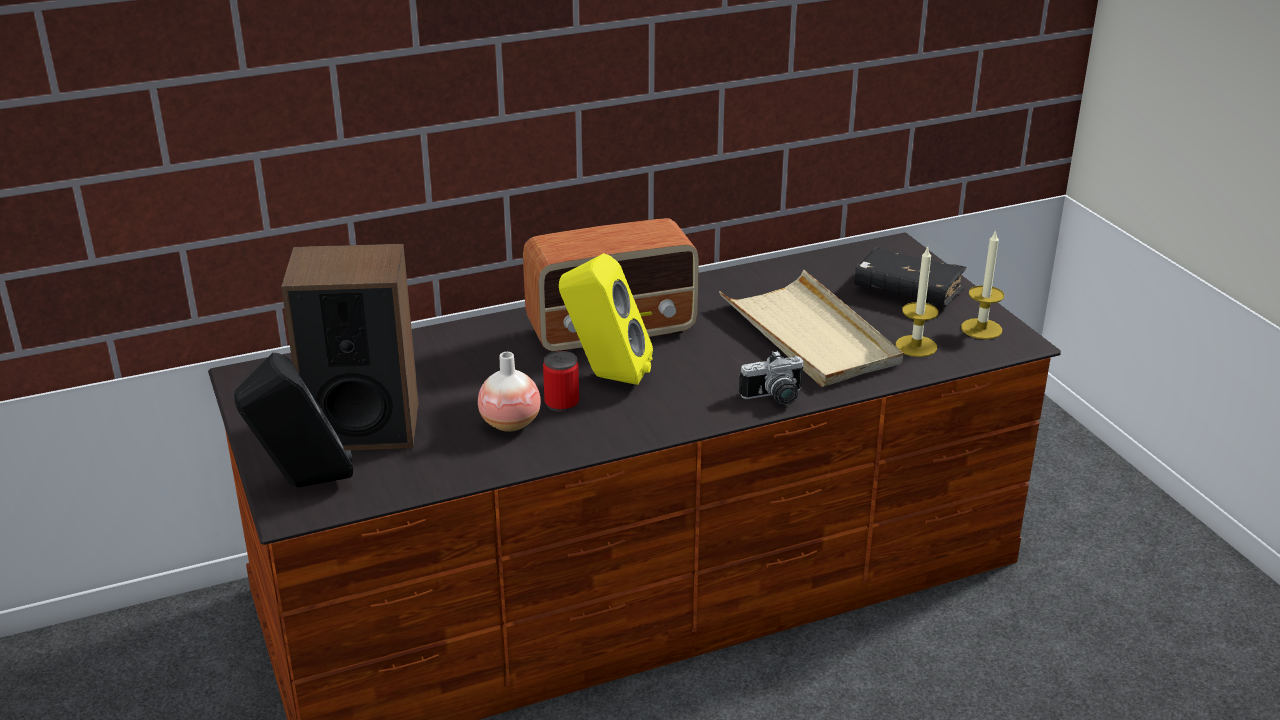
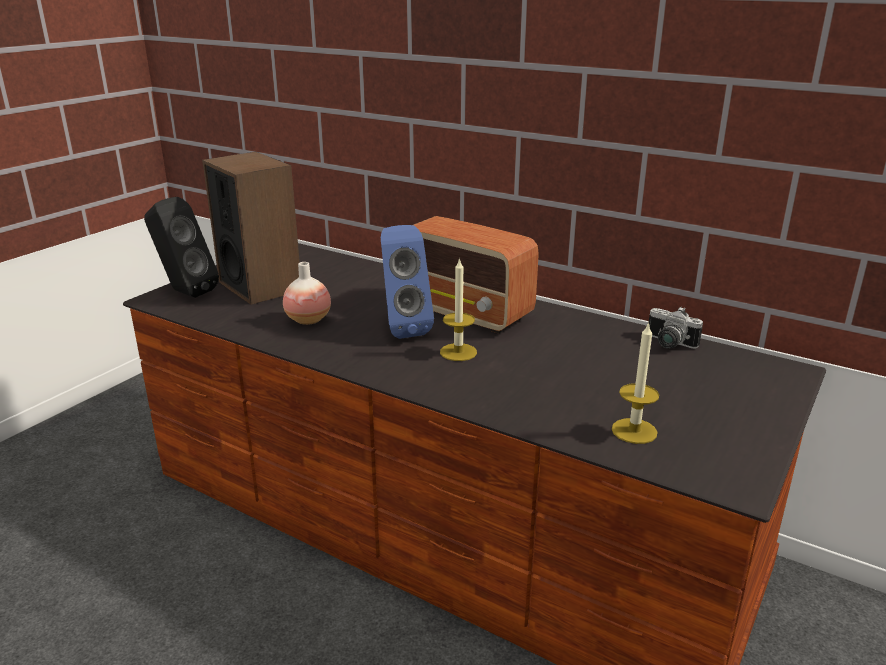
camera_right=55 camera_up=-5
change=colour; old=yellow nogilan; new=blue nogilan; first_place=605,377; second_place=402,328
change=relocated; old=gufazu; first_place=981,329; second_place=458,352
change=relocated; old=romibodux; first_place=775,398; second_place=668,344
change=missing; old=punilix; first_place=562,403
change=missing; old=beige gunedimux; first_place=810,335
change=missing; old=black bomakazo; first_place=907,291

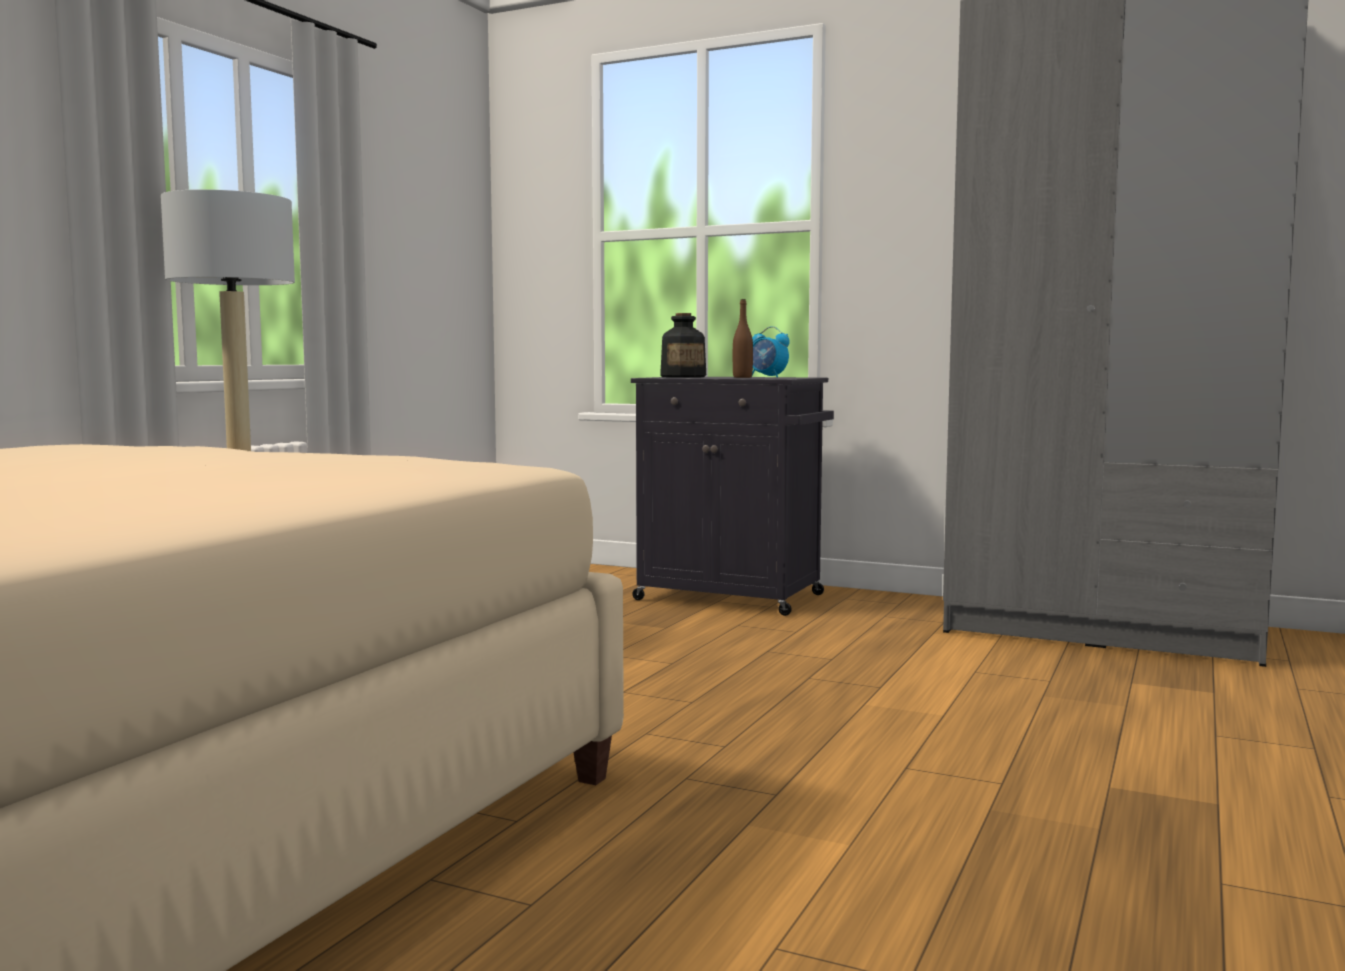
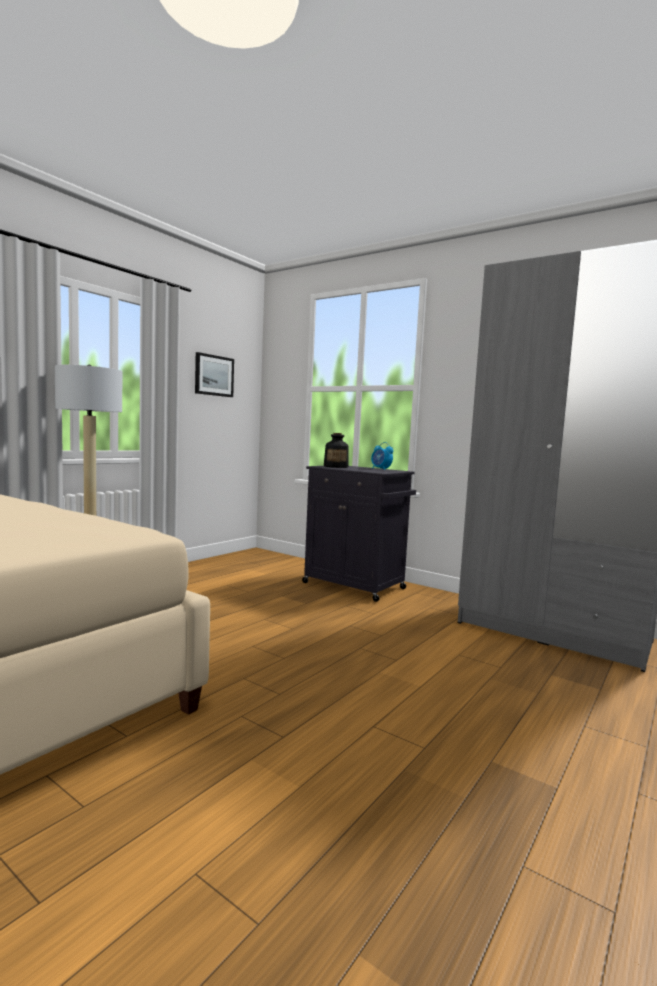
camera_right=10 camera_up=0
change=appeared; new=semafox; second_place=214,375
change=missing; old=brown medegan; first_place=742,377

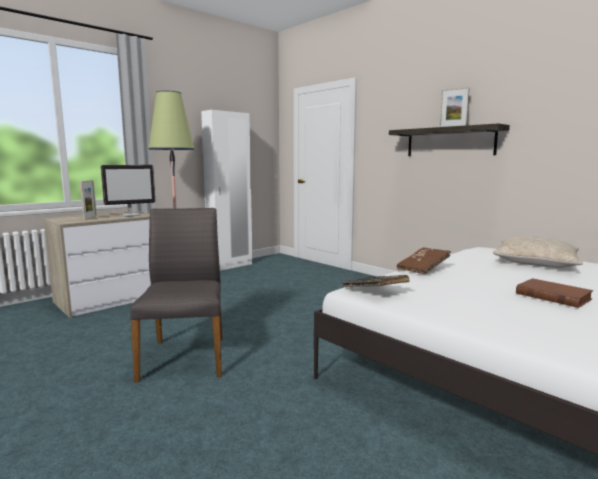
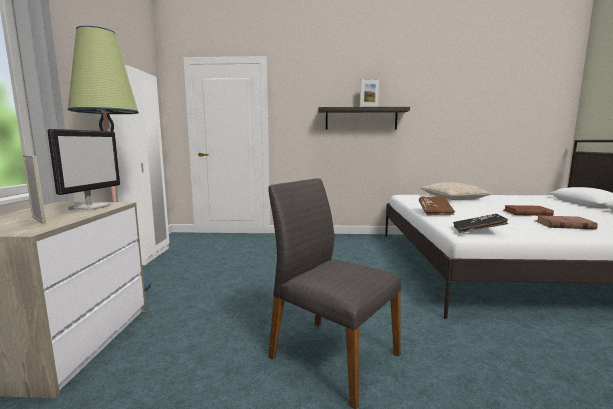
camera_right=-45 camera_up=0
change=appeared; new=brown bomakazo; second_place=564,225

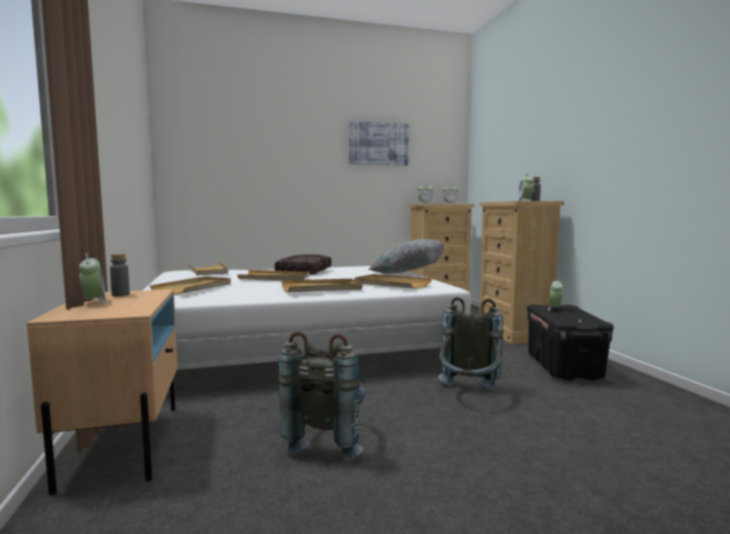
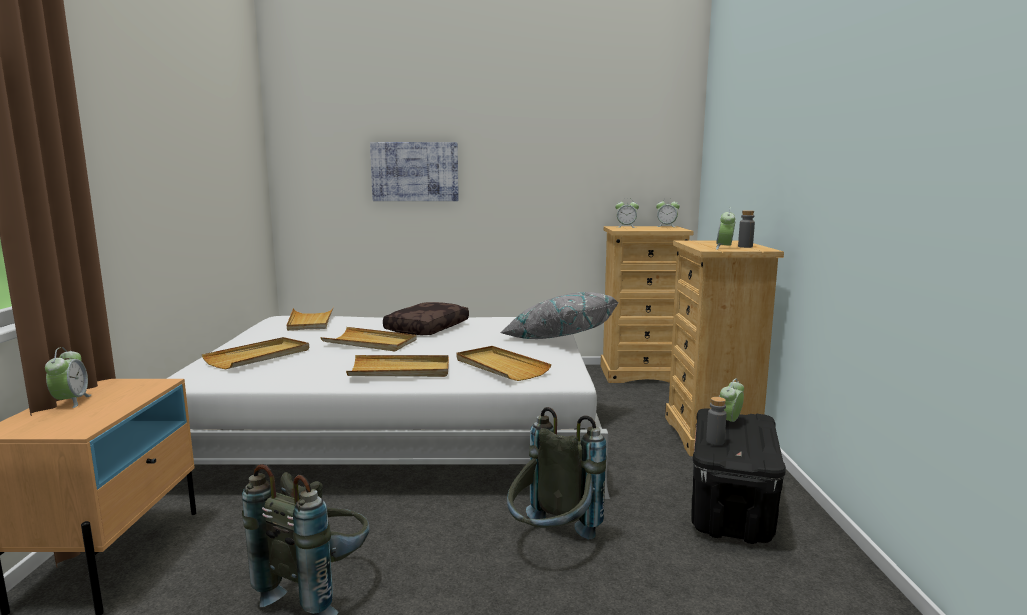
camera_right=15 camera_up=5
change=relocated; old=semafox; first_place=378,144; second_place=415,172
change=relocated; old=grey medegan; first_place=120,295; second_place=715,441

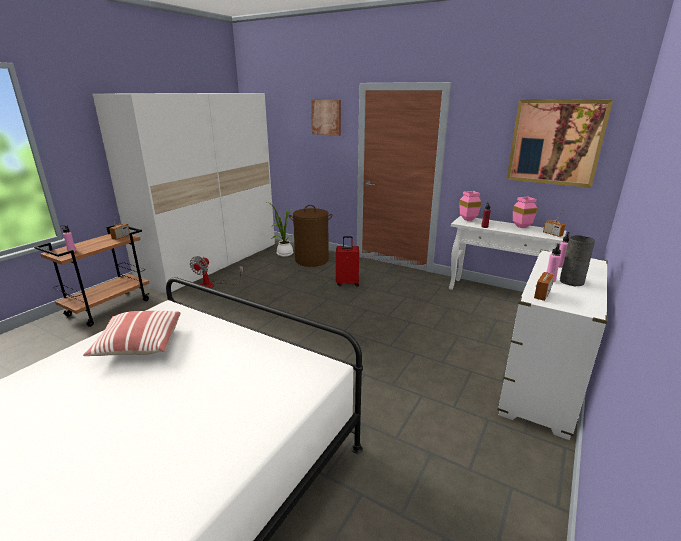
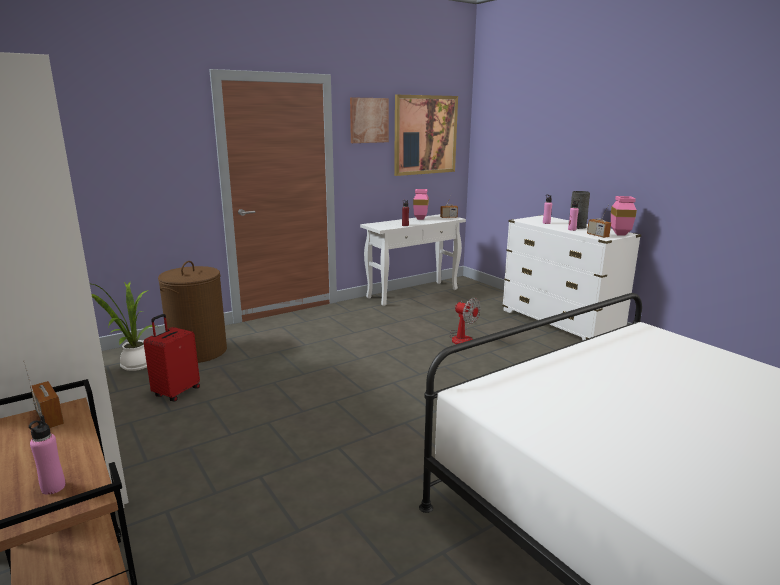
camera_right=-65 camera_up=-5
change=relocated; old=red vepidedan; first_place=347,283; second_place=176,392
change=relocated; old=semafox; first_place=326,117; second_place=368,120
change=relocated; old=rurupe; first_place=212,285; second_place=461,338
change=relocated; old=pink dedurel; first_place=467,220; second_place=621,234
change=missing; old=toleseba; first_place=139,344

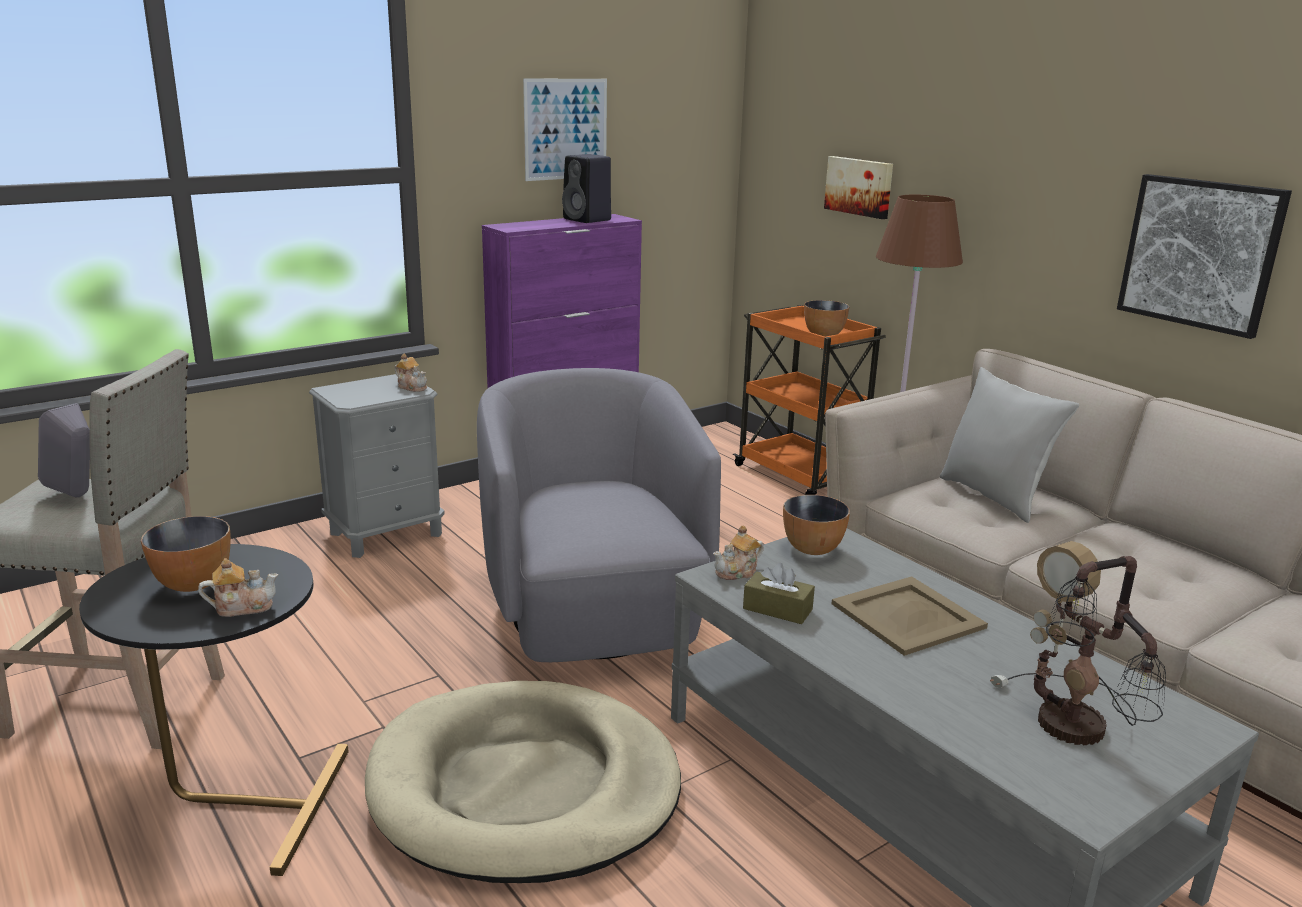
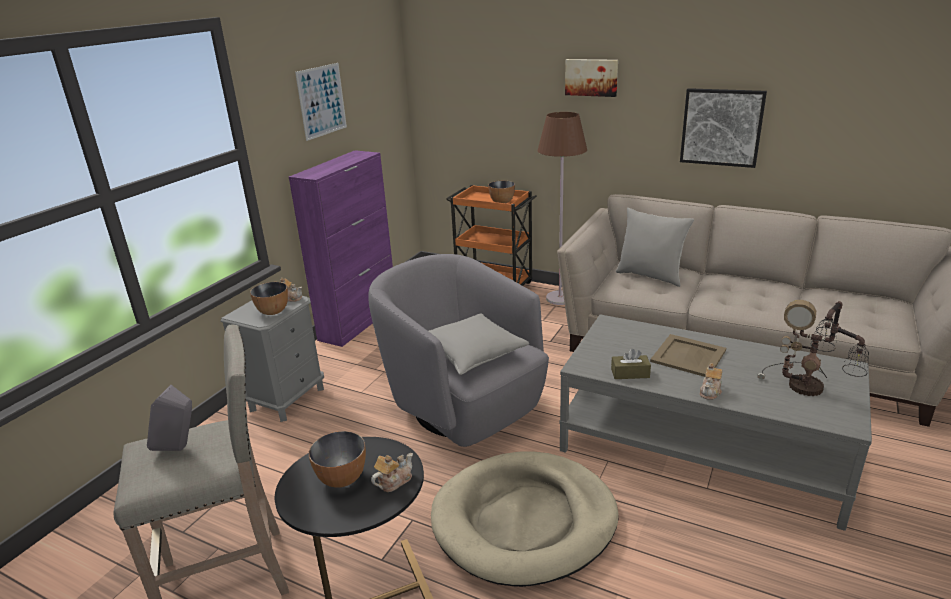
camera_right=-25 camera_up=5
change=relocated; old=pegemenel; first_place=813,549; second_place=273,311
change=appeared; new=grey toleseba; second_place=472,354
change=relocated; old=semafox; first_place=859,186; second_place=591,77
change=relocated; old=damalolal; first_place=738,572; second_place=710,392
change=missing; old=black nogilan; first_place=588,220

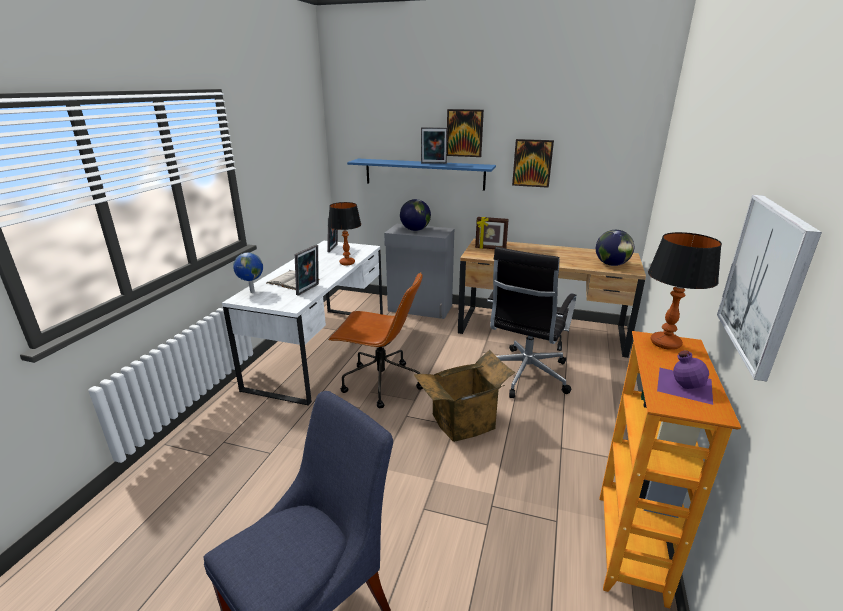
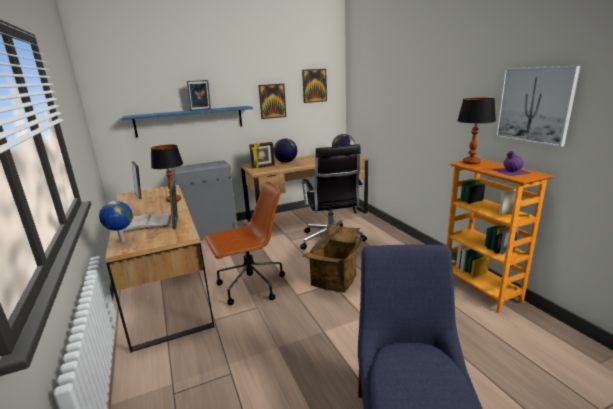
camera_right=-40 camera_up=-5
change=colour; old=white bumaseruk; new=brown bumaseruk; first_place=321,349; second_place=167,288
change=relocated; old=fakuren; first_place=415,230; second_place=286,162
change=relocated; old=semafox; first_place=464,133; second_place=314,85

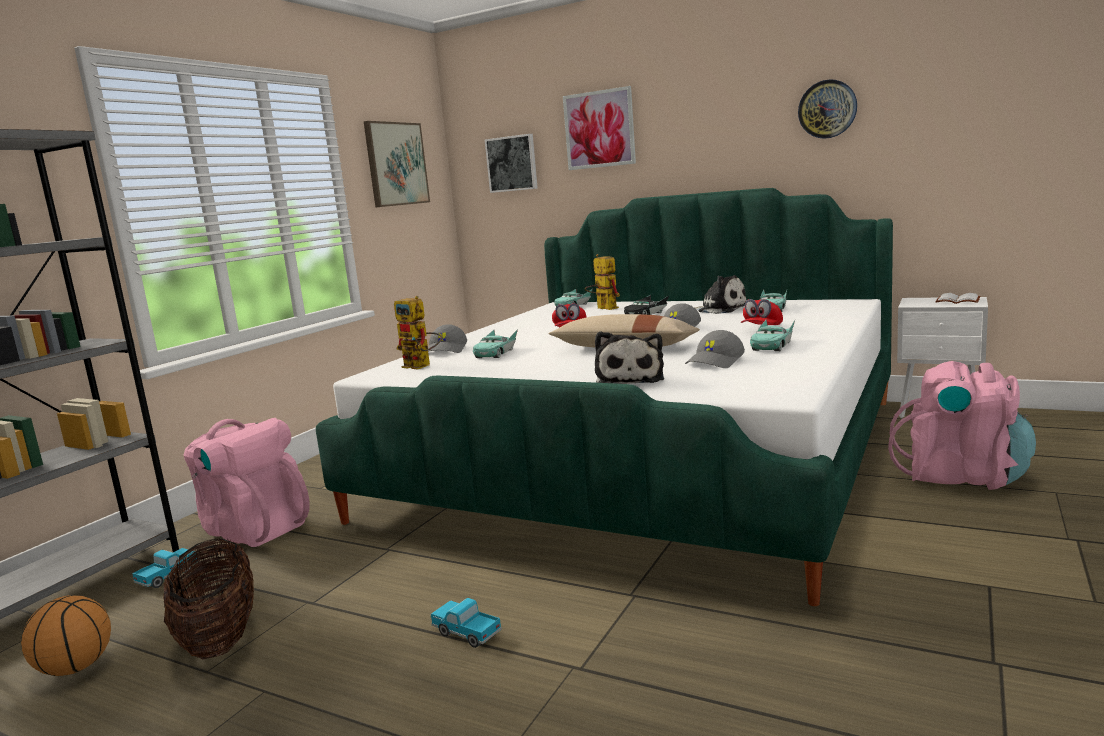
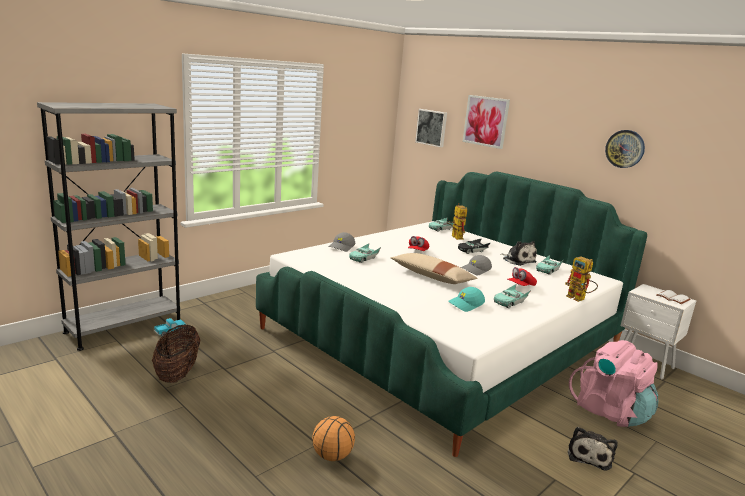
camera_right=15 camera_up=5
change=relocated; old=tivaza; first_place=76,667; second_place=332,455
change=colour; old=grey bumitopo; new=turquoise bumitopo; first_place=716,362; second_place=466,305
change=relocated; old=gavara; first_place=422,366; second_place=579,299
change=relocated; old=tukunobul; first_place=629,379; second_place=589,455
change=missing; old=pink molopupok; first_place=254,529
change=missing; old=semafox; first_place=396,164
change=missing; old=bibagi; first_place=466,633

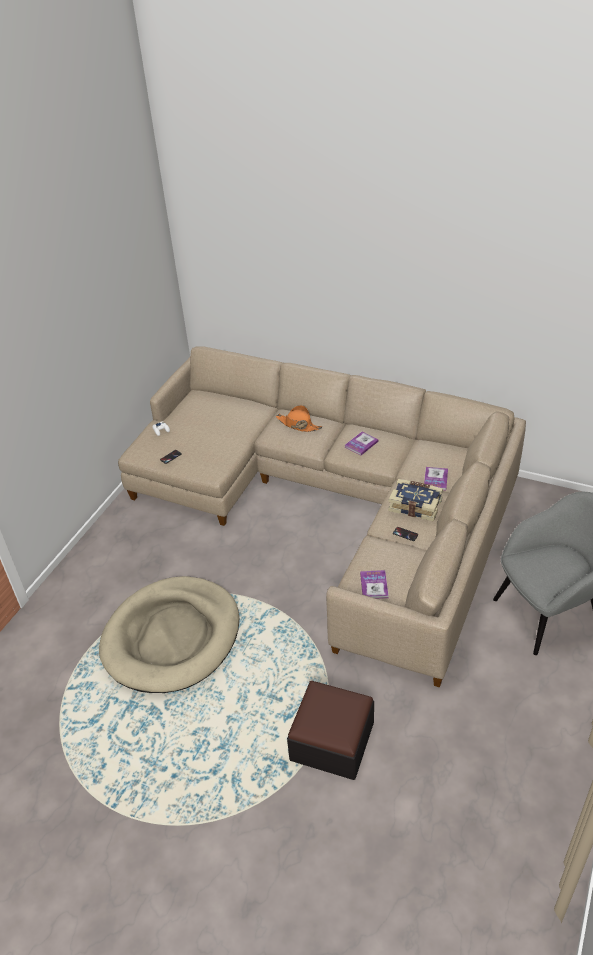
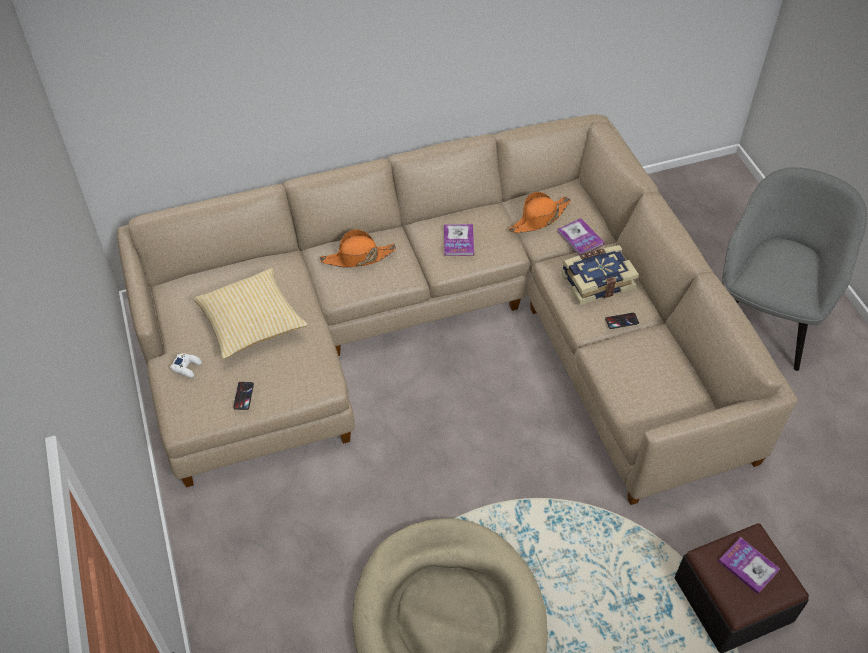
camera_right=-45 camera_up=10
change=appeared; new=toleseba; second_place=251,323
change=appeared; new=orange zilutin; second_place=539,218
change=relocated; old=bomakazo; first_place=374,585; second_place=748,566

